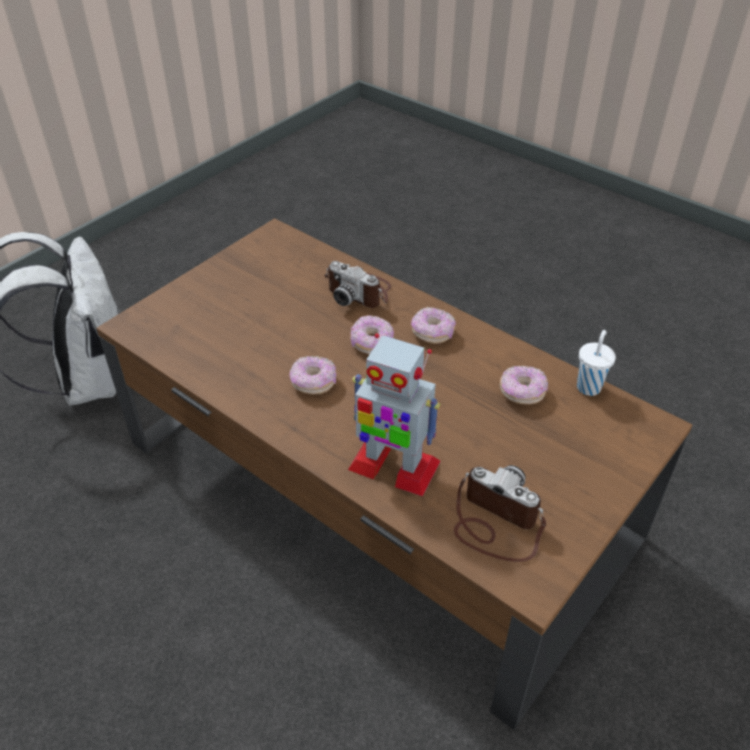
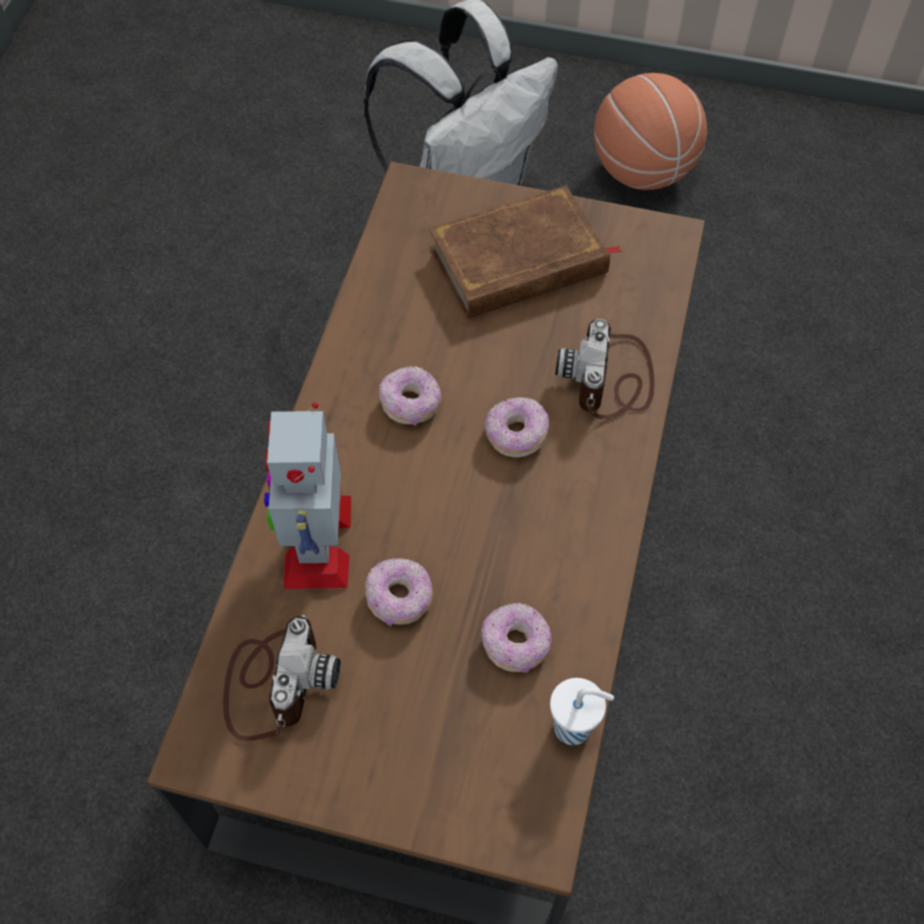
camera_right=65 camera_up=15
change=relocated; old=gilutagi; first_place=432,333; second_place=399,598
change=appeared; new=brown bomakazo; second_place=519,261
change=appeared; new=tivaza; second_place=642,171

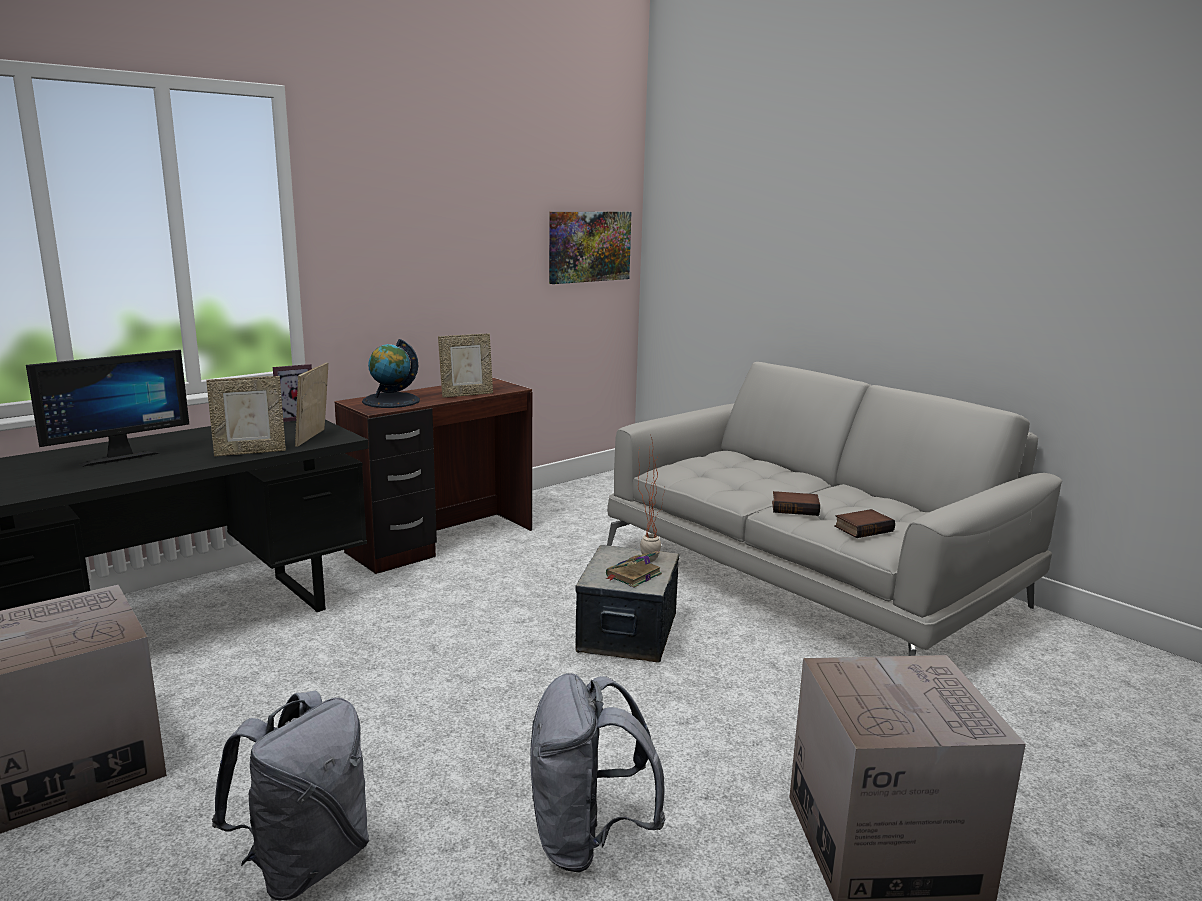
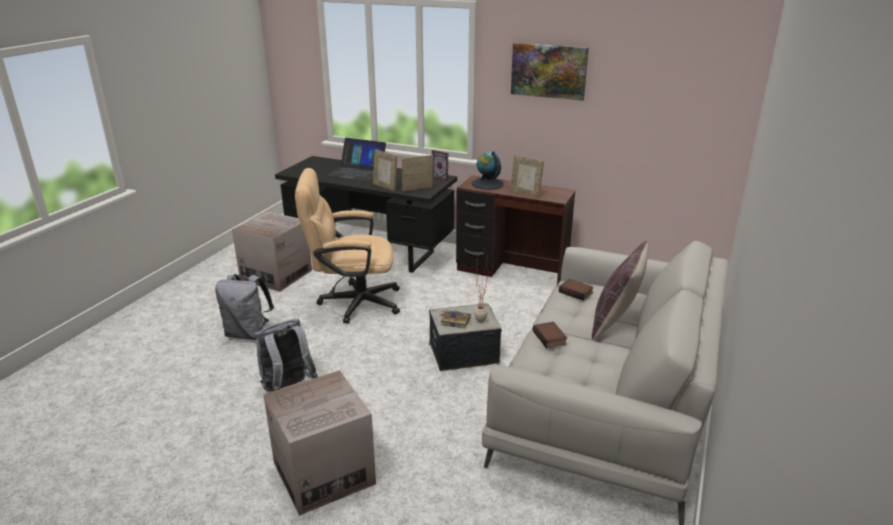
camera_right=65 camera_up=10
change=appeared; new=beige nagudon; second_place=352,302
change=exchanged; old=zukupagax; new=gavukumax; first_place=117,456; second_place=356,172
change=relocated; old=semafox; first_place=589,246; second_place=549,71
change=relocated; old=bomakazo; first_place=863,528; second_place=576,292
change=appeared; new=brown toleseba; second_place=616,322

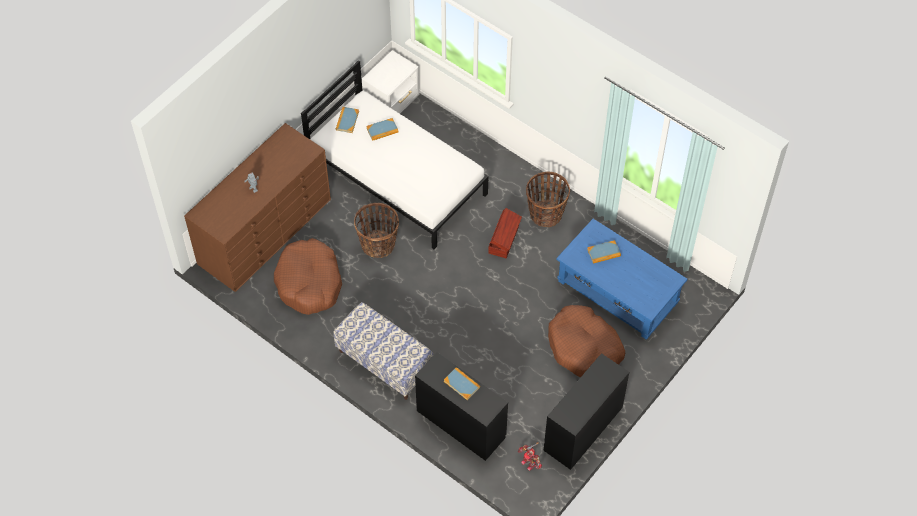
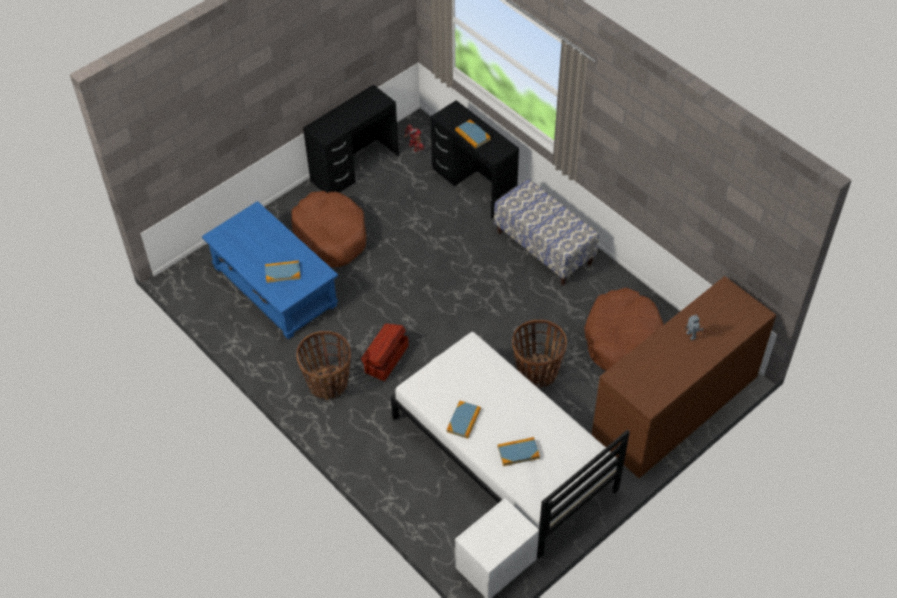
camera_right=-170 camera_up=-5
change=relocated; old=bomakazo; first_place=347,120; second_place=463,420

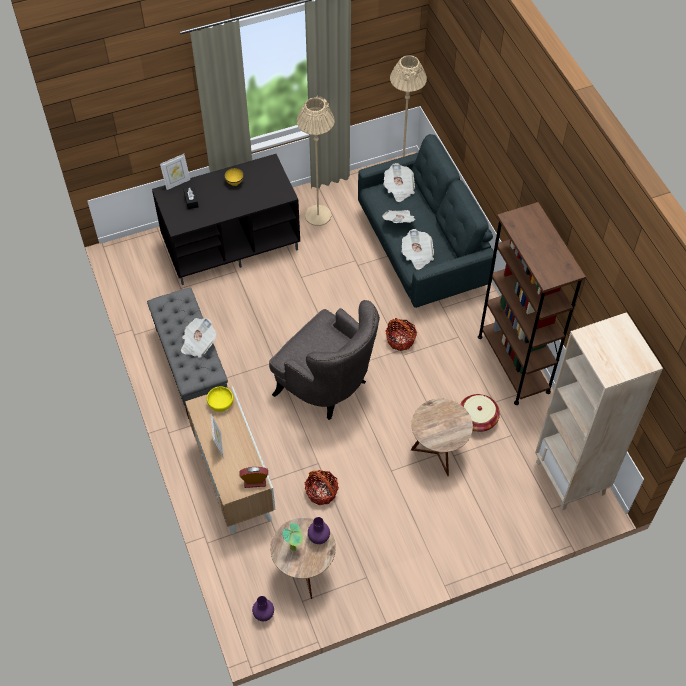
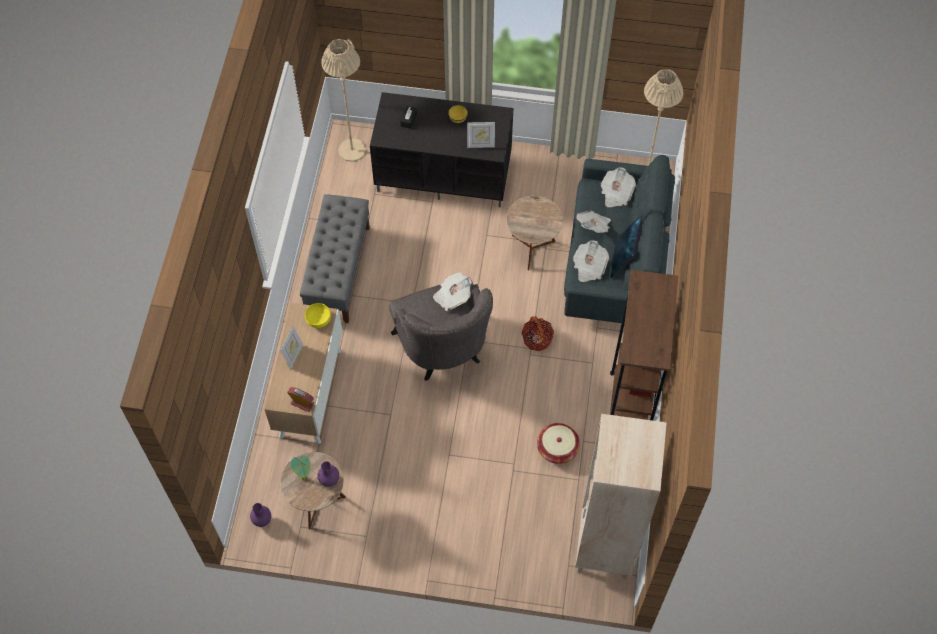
camera_right=30 camera_up=5
change=relocated; old=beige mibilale; first_place=318,215; second_place=352,150
change=relocated; old=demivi; first_place=198,343; second_place=452,296
change=relocated; old=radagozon; first_place=177,183; second_place=480,145
change=relocated; old=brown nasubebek; first_place=437,453; second_place=532,249
change=appeared; new=blue toleseba; second_place=623,259
change=missing; old=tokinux; first_place=321,492

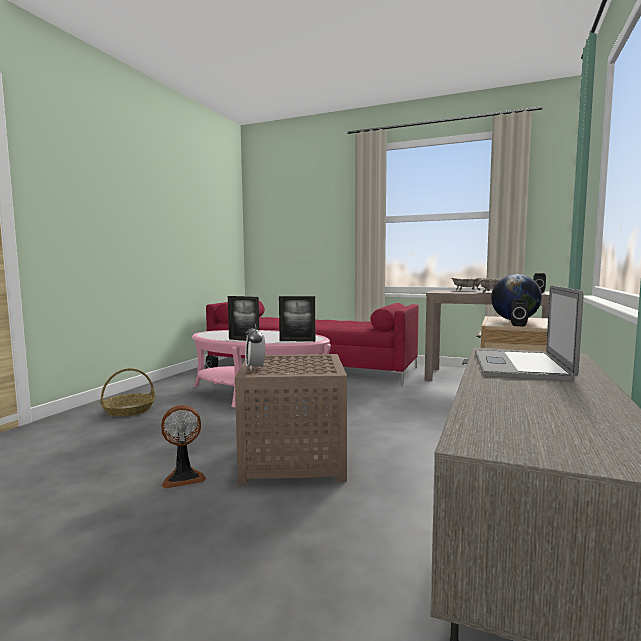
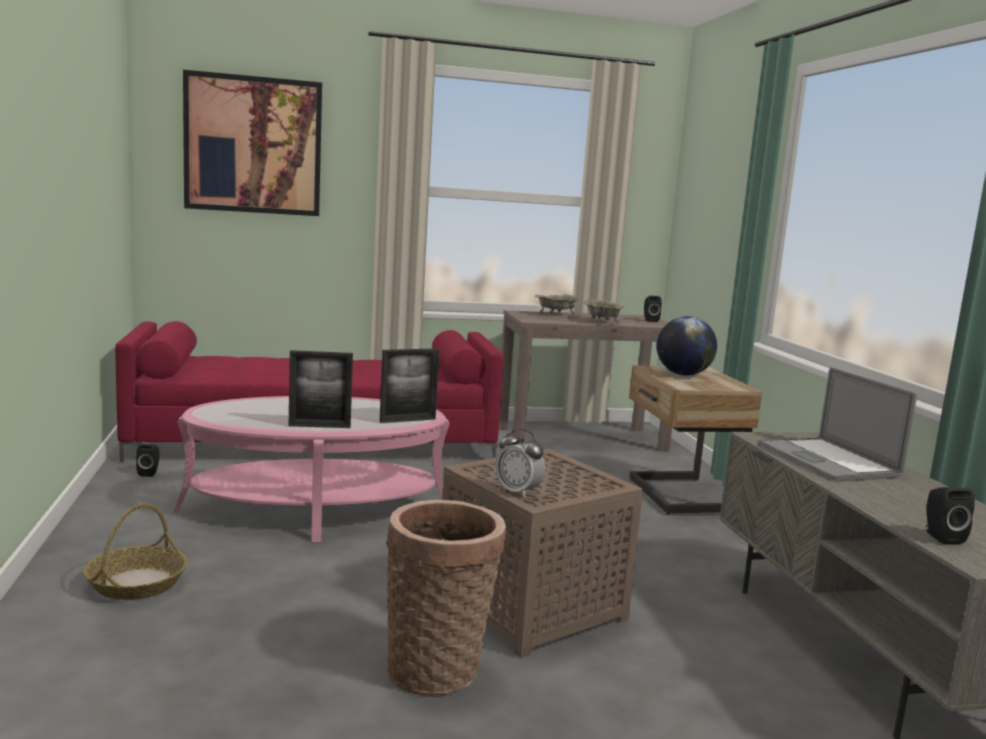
camera_right=-35 camera_up=5
change=appeared; new=semafox; second_place=253,145
change=exchanged; old=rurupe; new=tokinux; first_place=183,477; second_place=438,669
change=relocated; old=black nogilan; first_place=519,325; second_place=941,537

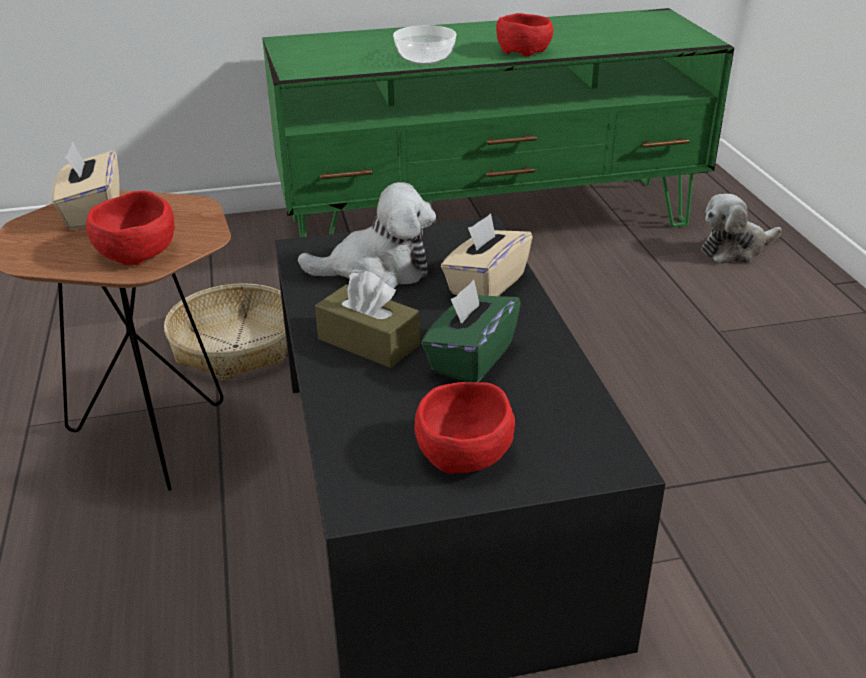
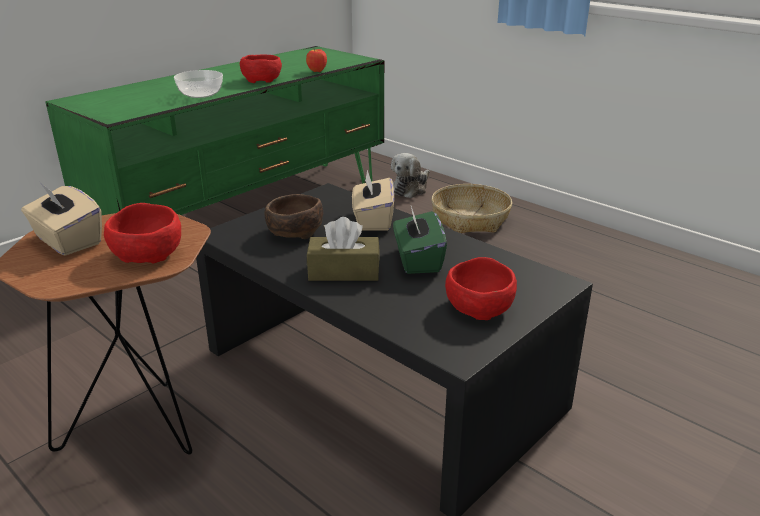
camera_right=-35 camera_up=-5
change=exchanged; old=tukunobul; new=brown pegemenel; first_place=377,271; second_place=293,232
change=appeared; new=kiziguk; second_place=317,71
change=relocated; old=tokinux; first_place=236,346; second_place=470,219

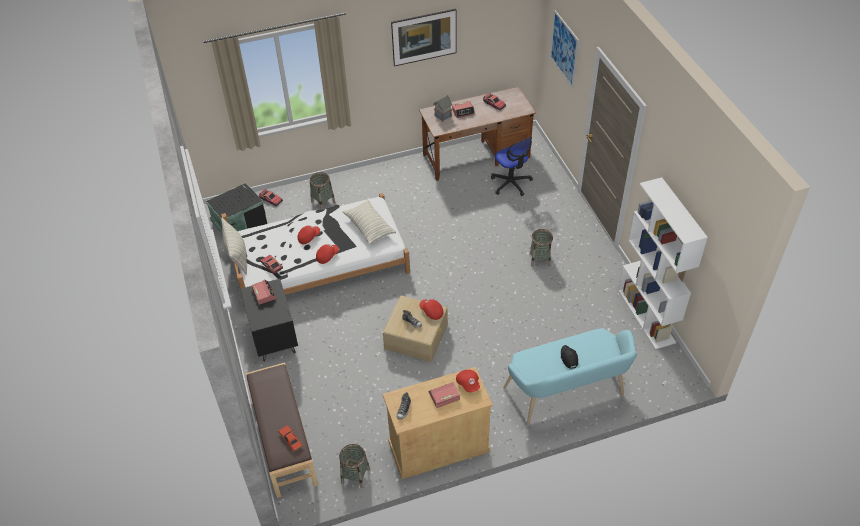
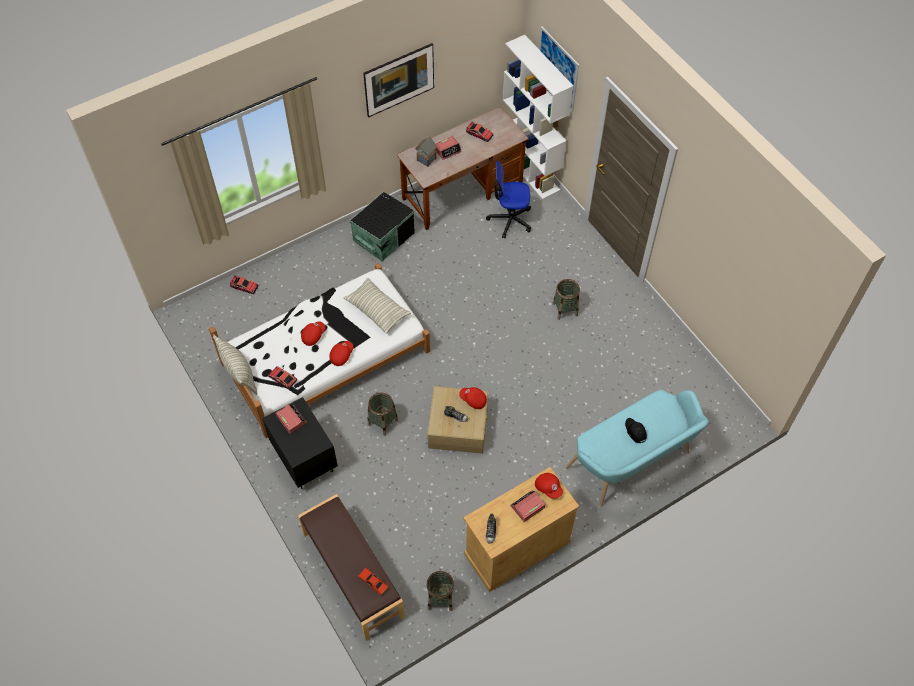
camera_right=-15 camera_up=10
change=relocated; old=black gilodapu; first_place=239,223; second_place=382,236
change=relocated; old=tokinux; first_place=323,202; second_place=383,422
change=spun; old=nagudon; first_place=511,183; second_place=510,219; degrees=135
change=relocated; old=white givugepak; first_place=646,316; second_place=530,170

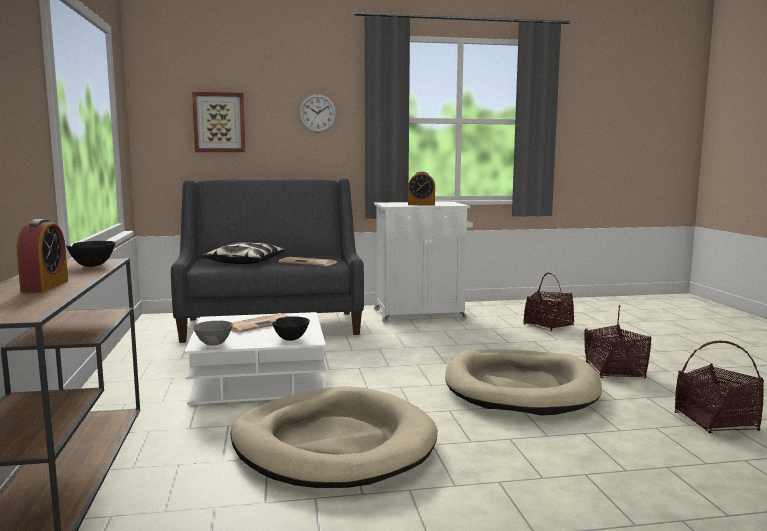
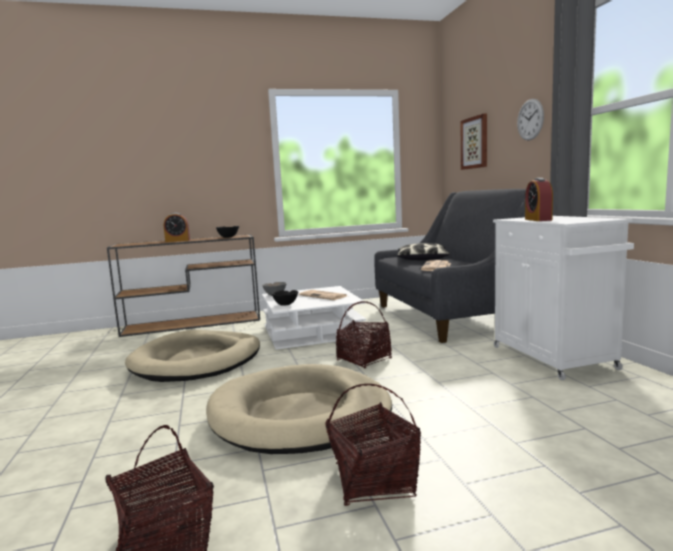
camera_right=85 camera_up=0
change=relocated; old=tokinux; first_place=548,325; second_place=364,359

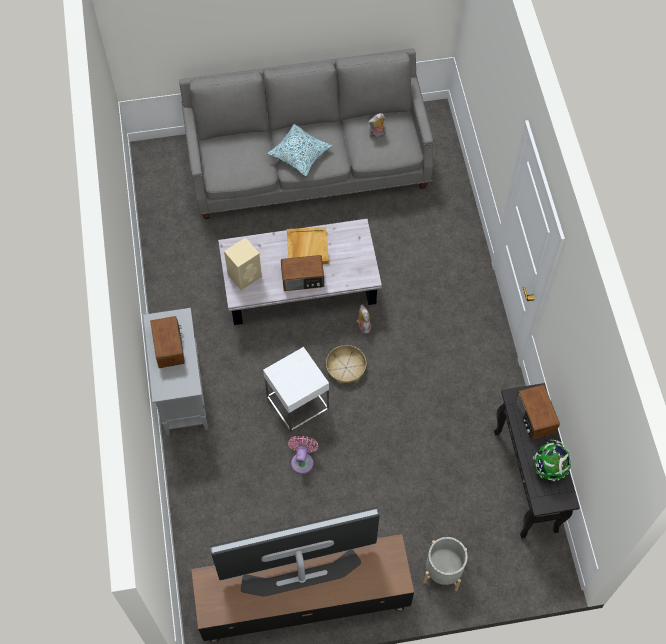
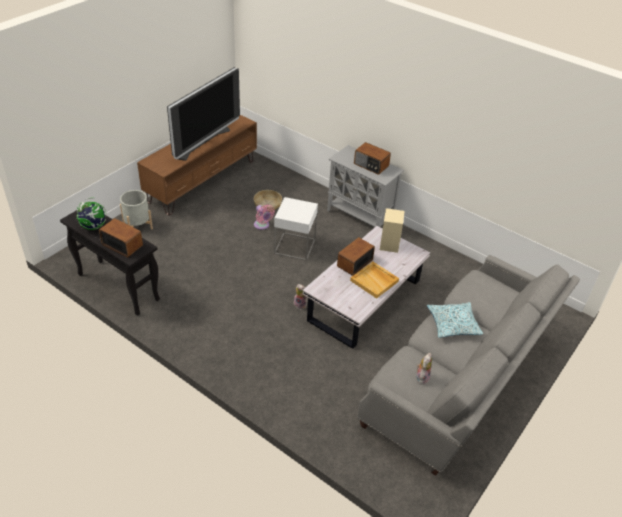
camera_right=135 camera_up=-20
change=relocated; old=tokinux; first_place=346,368; second_place=267,204

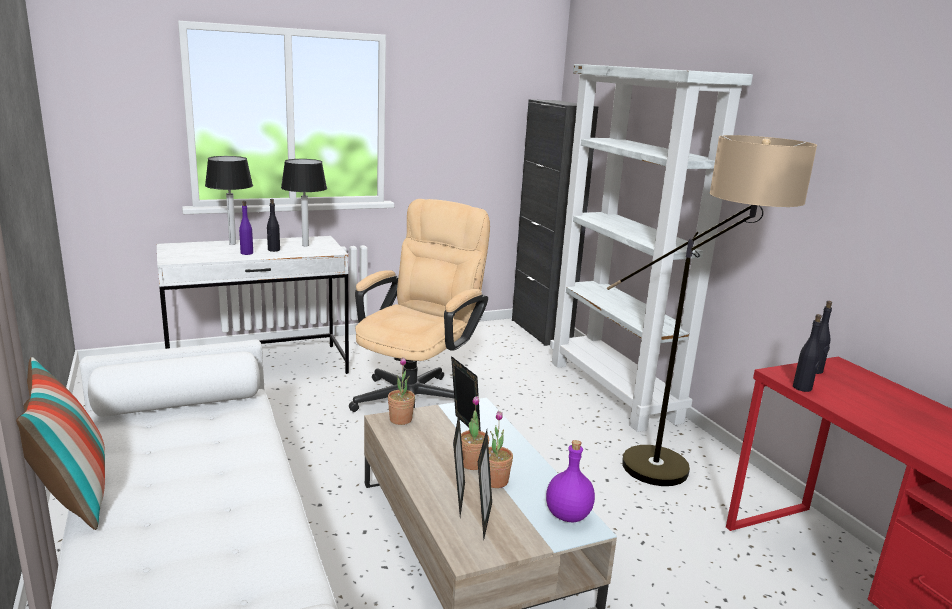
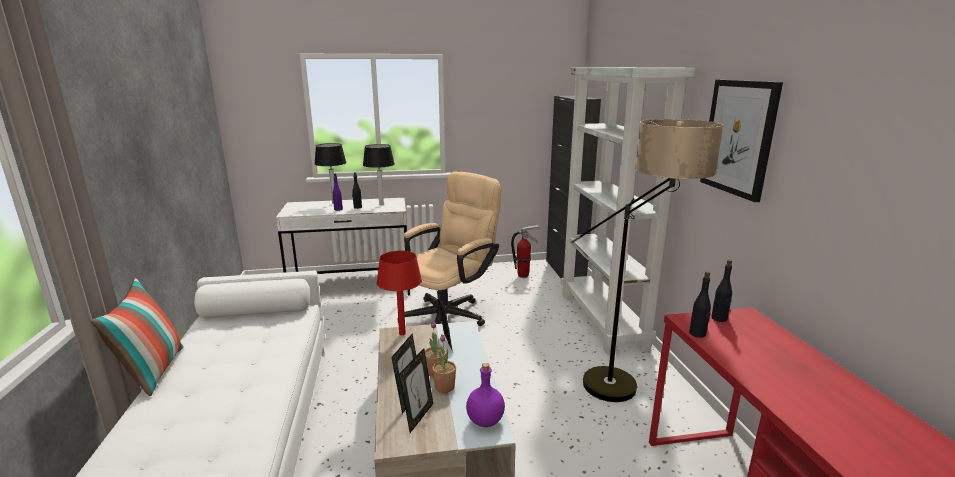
camera_right=15 camera_up=0
change=exchanged; old=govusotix; new=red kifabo; first_place=400,419; second_place=402,333
change=appeared; new=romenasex; second_place=523,275
change=appeared; new=semafox; second_place=739,137

